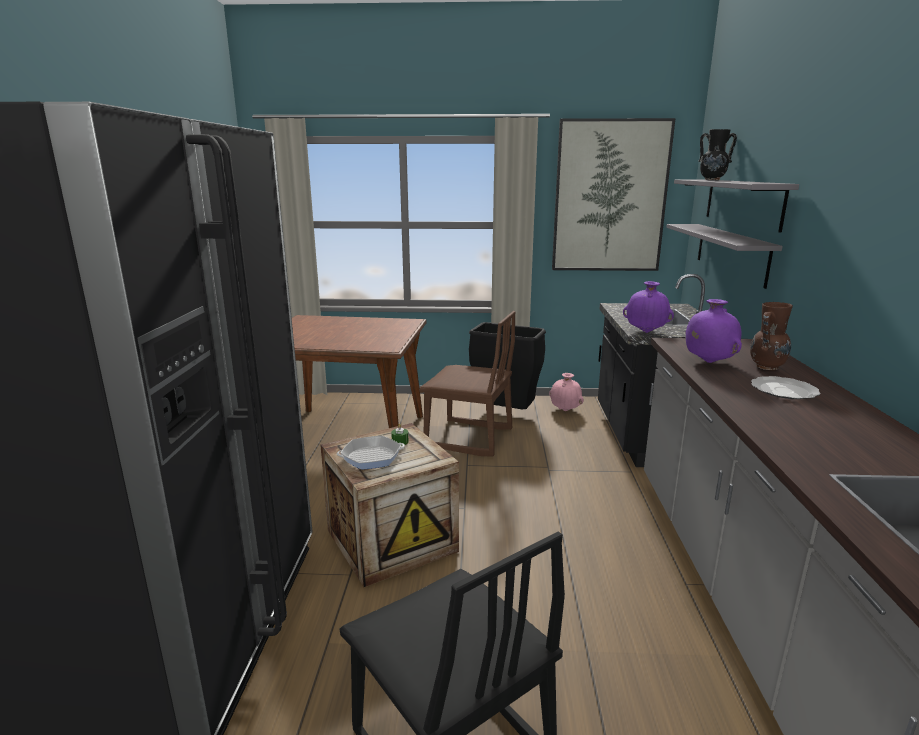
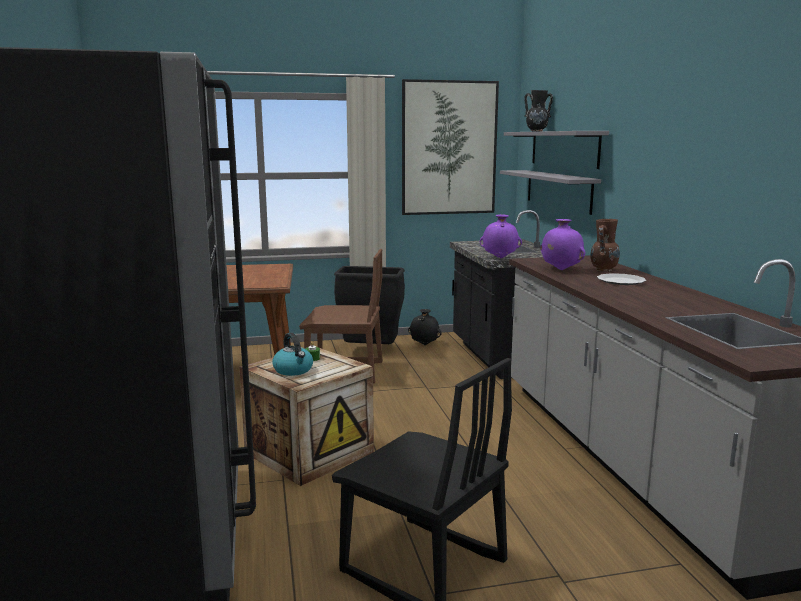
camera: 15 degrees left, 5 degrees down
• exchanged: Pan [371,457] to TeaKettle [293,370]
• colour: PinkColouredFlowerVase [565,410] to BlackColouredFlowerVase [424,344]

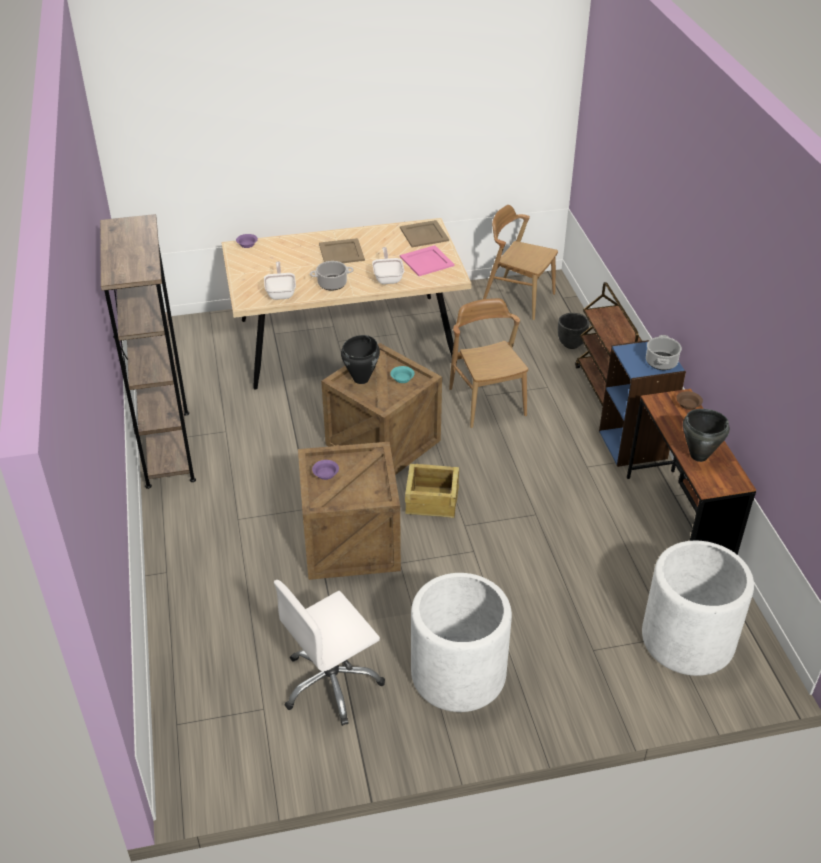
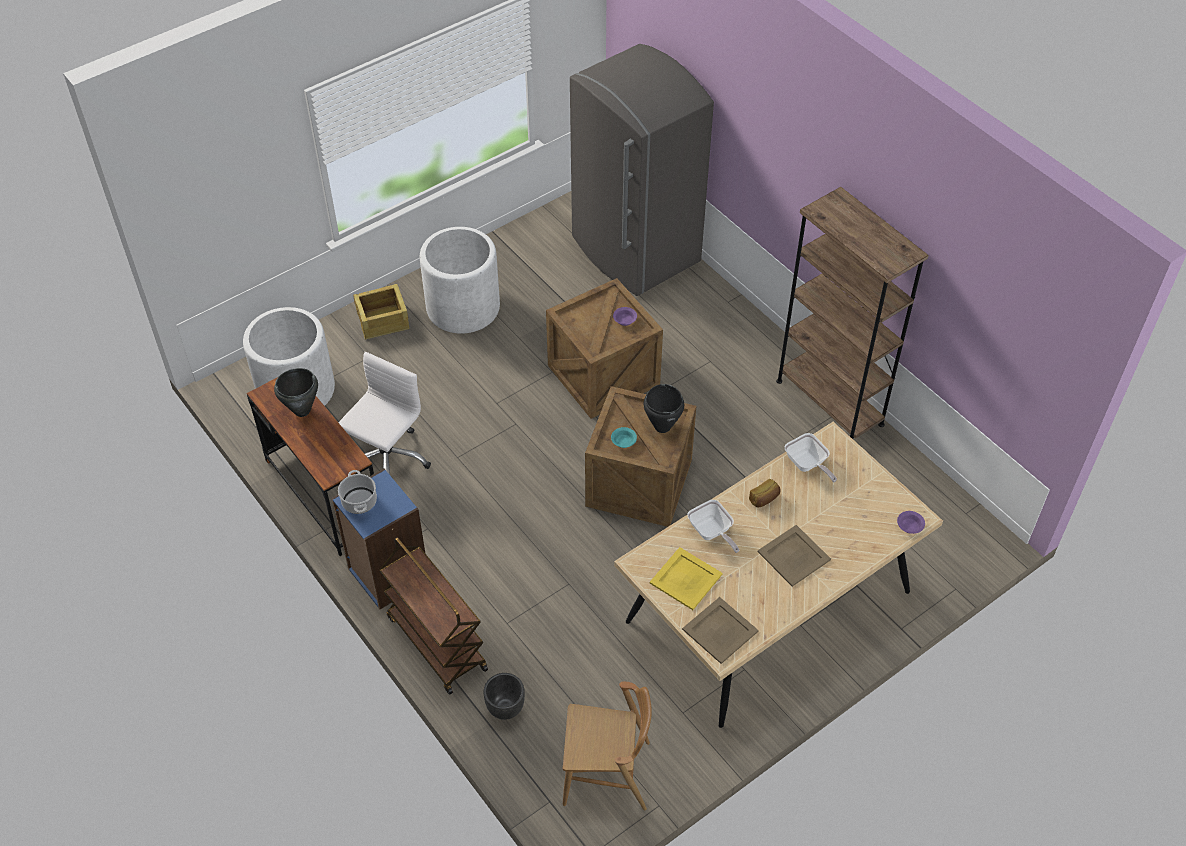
camera: 155 degrees right, 10 degrees up
• missing: BrownishUprightChair [487,402]
• missing: BrownishBowl [687,405]
• appeared: GreyishRefrigerator [634,251]
• relocated: WhiteColouredComputerChair [331,683] to [387,459]
• relocated: PackingCrate [431,500] to [383,321]
• exchanged: CookingPot [332,284] to BakeryBread [764,499]
• colour: PinkColouredTray [426,261] to YellowColouredTray [686,578]

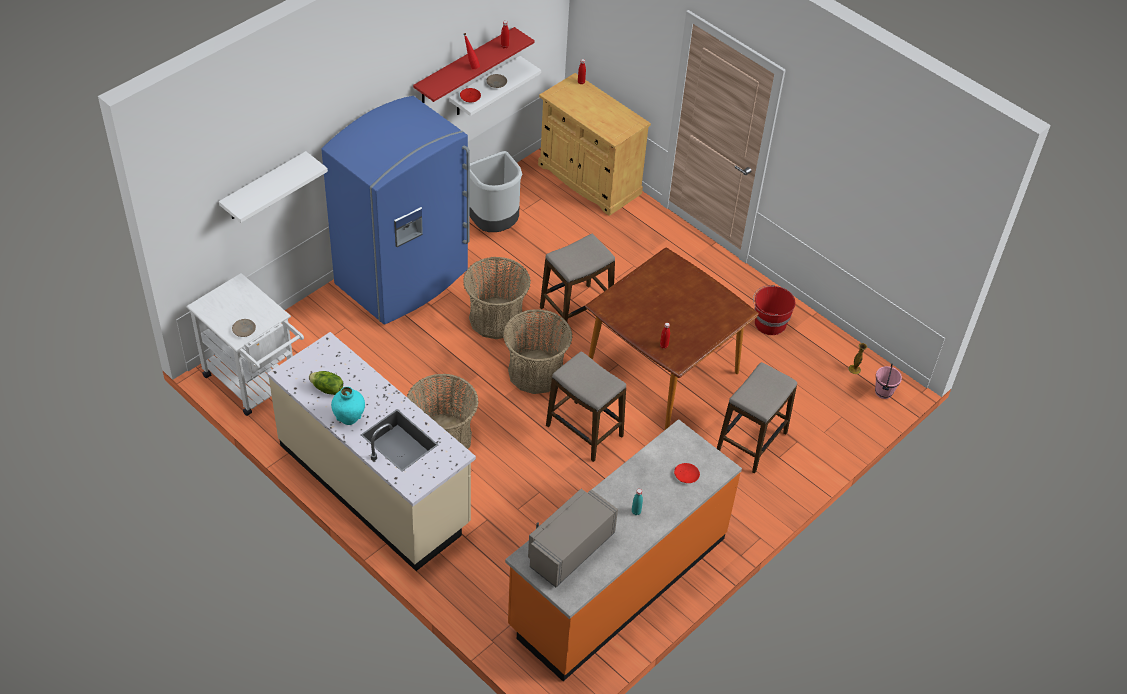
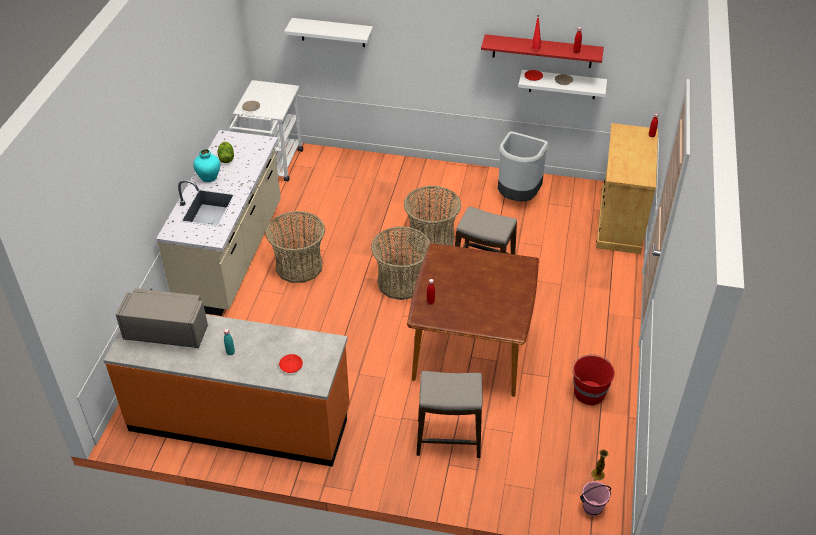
camera: 60 degrees right, 5 degrees down
• missing: BlueColouredRefrigerator [403,279]
• missing: SittingStool [584,431]

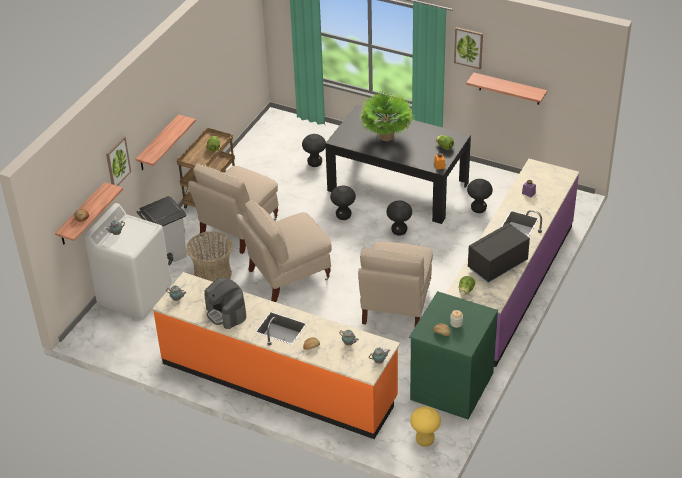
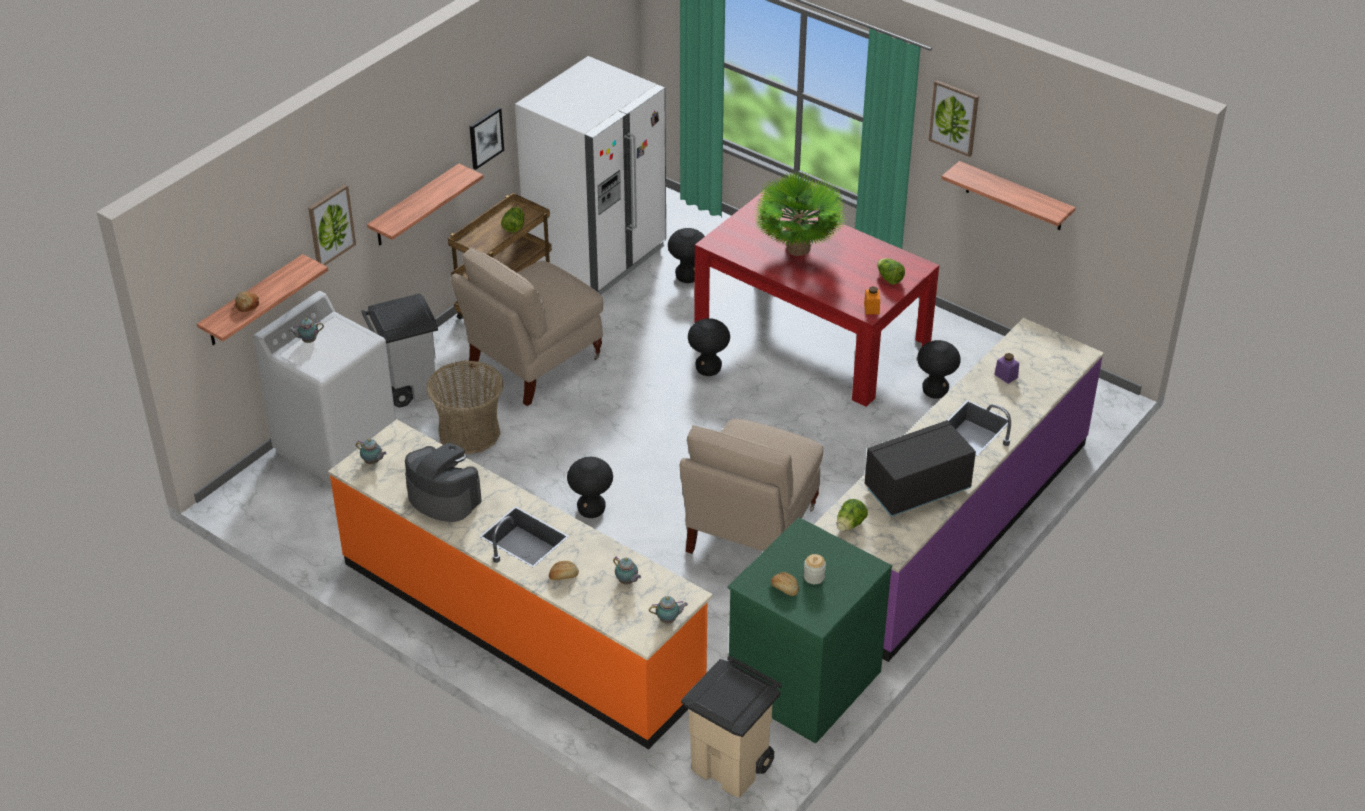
camera: 10 degrees right, 0 degrees up
• missing: SandColouredUprightChair [287,275]
• appeared: WallArt [485,137]
• appeared: WhiteColouredRefrigerator [596,256]
• relocated: BlackColouredSittingStool [399,231] to [591,510]
• exchanged: YellowColouredSittingStool [425,440] to SandColouredTrashCan [732,766]
• colour: BlackColouredDiningTable [398,187] to ReddishDiningTable [812,335]
• spun: CoffeeMaker [226,313] = [443,498] 150 degrees clockwise

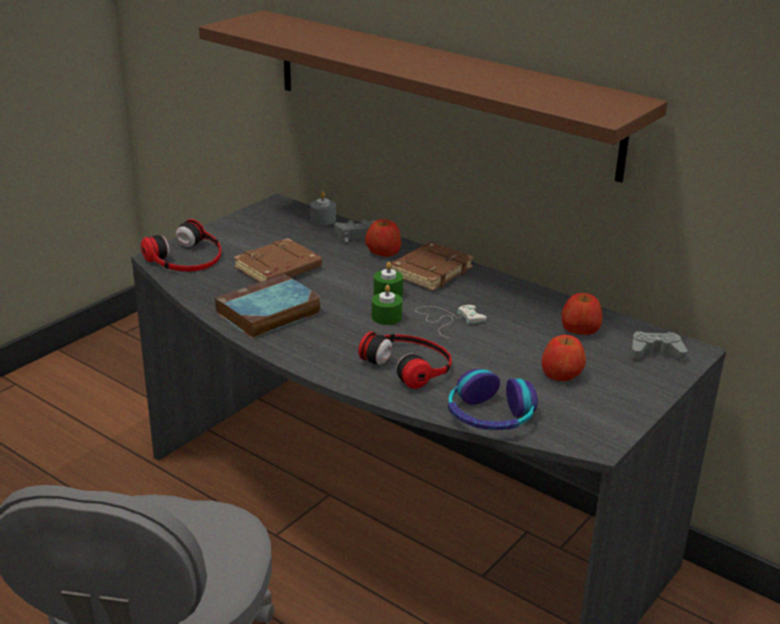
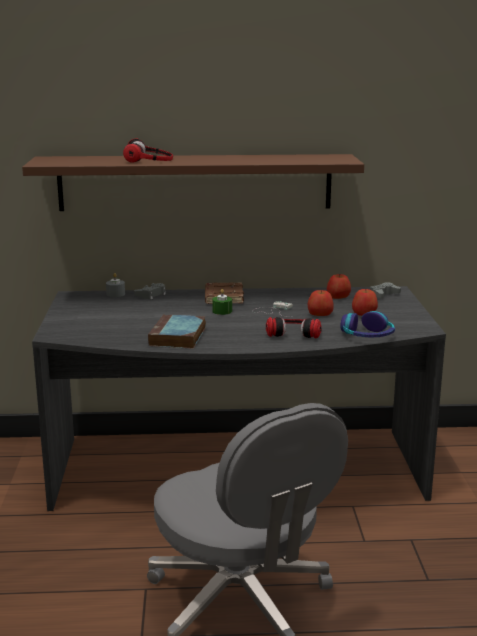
camera: 40 degrees left, 10 degrees down
• missing: BrownishVolume [278,269]
• missing: GreenColouredCandle [386,317]
• relocated: Headphones [186,257] to [149,159]
• relocated: Apple [383,252] to [320,314]

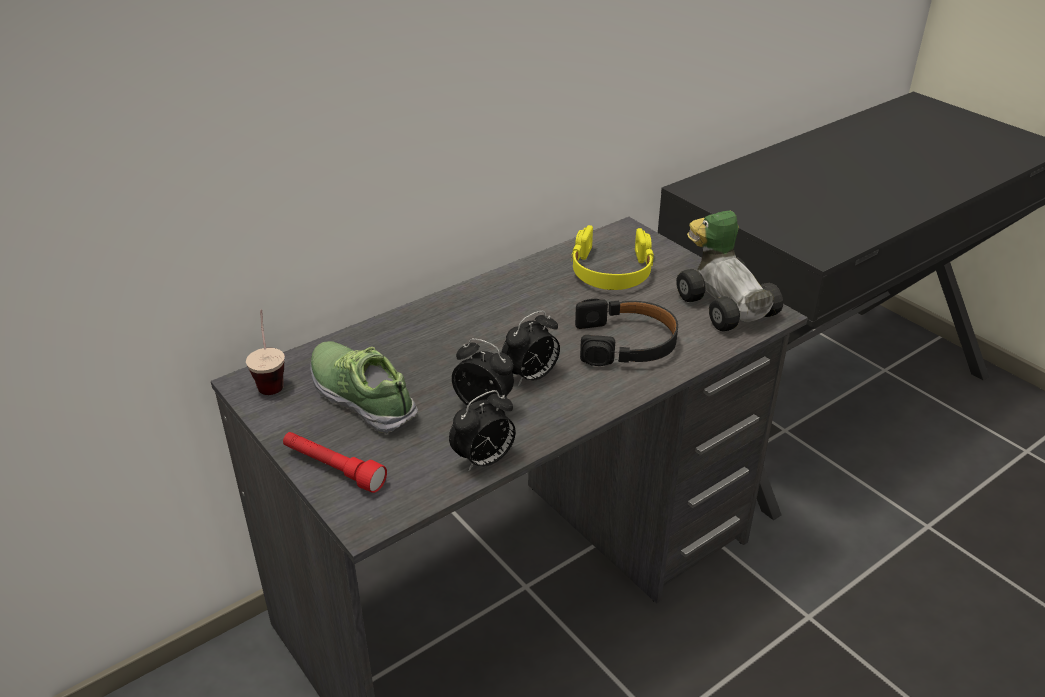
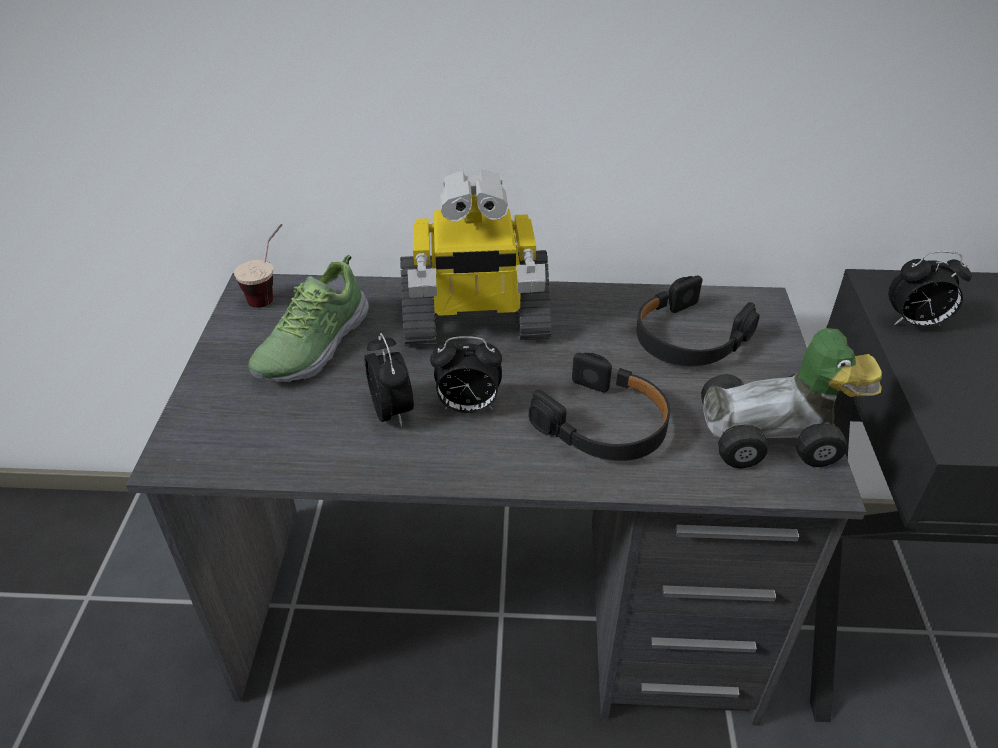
camera: 40 degrees right, 5 degrees up
• missing: ReddishFlashlight [333,469]
• appeared: RobotFigure [474,322]
• relocated: BedsideClock [484,461] to [914,323]
• colour: YellowColouredHeadphones [611,271] to BlackColouredHeadphones [688,338]
• spun: Shoe [362,396] = [311,345] 150 degrees counterclockwise
• spun: ToyCar [725,303] = [775,438] 75 degrees clockwise

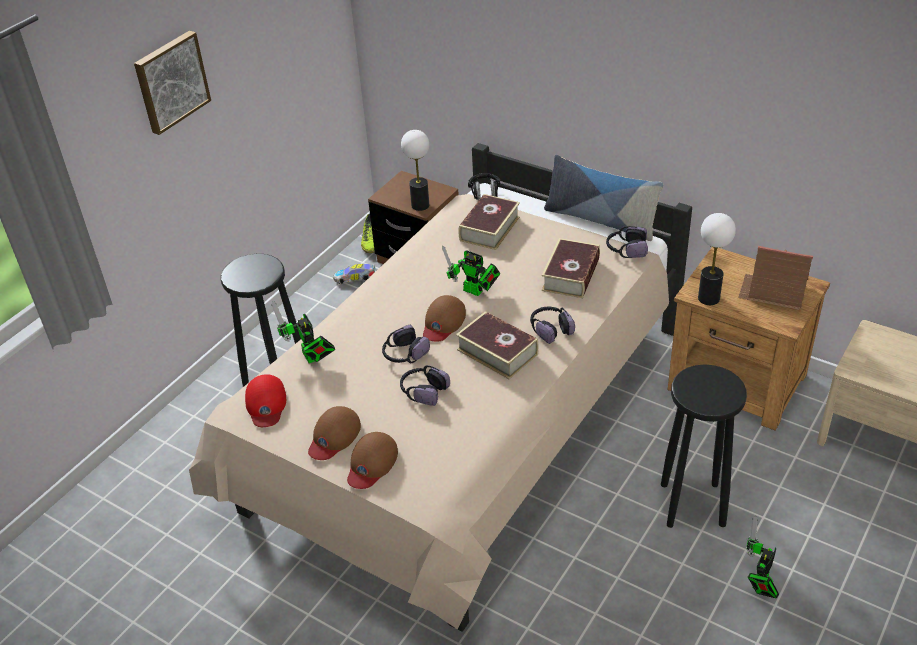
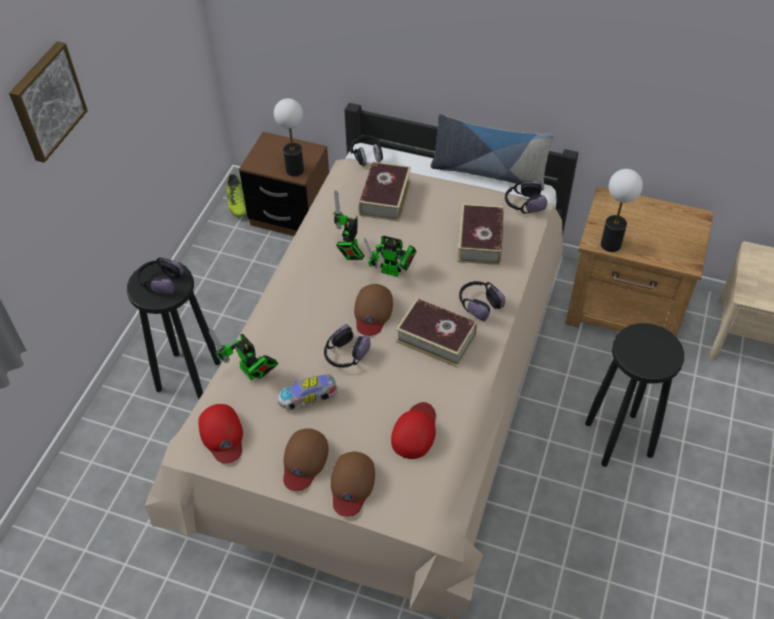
camera: 15 degrees left, 10 degrees up
• missing: ToyHouse [773,292]
• appeared: ReddishBaseballCap [415,432]
• relocated: ToyCar [356,279] to [309,397]
• relocated: Headphones [423,391] to [160,281]
• relocated: RobotFigure [759,585] to [350,253]

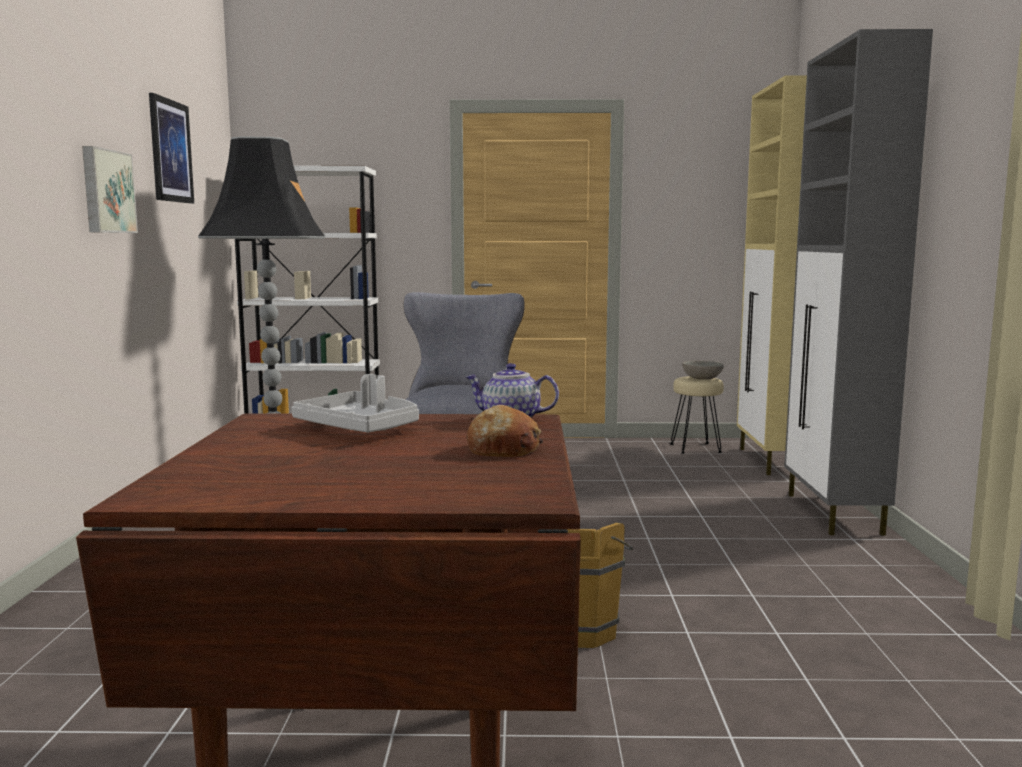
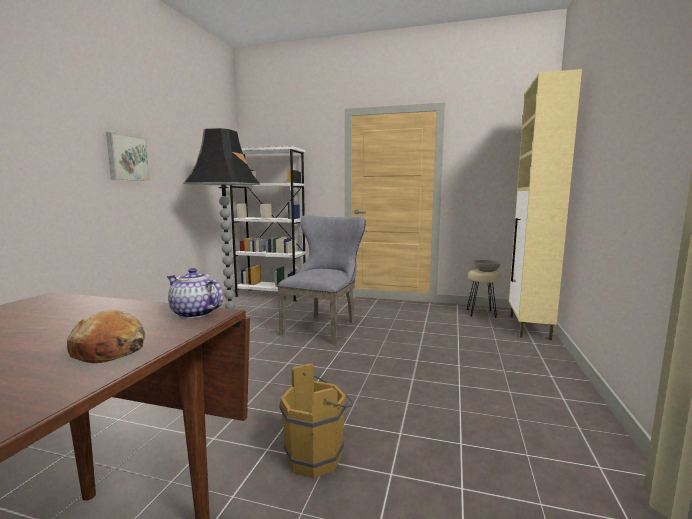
camera: 15 degrees right, 0 degrees up
• missing: WallArt [170,151]
• missing: GreyishTray [360,428]
• missing: GreyishStorageCabinet [833,514]

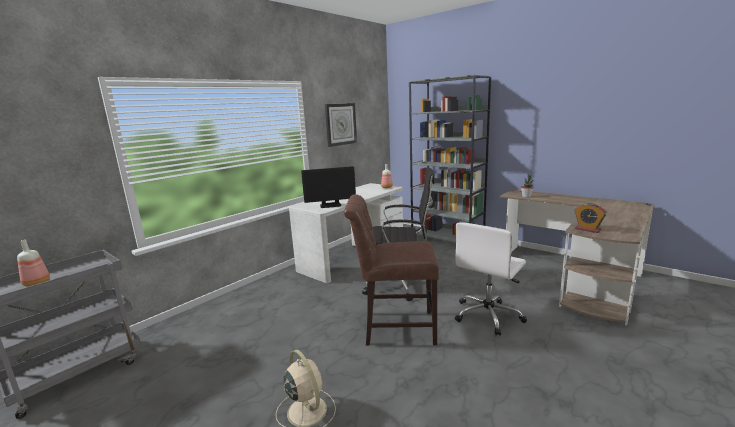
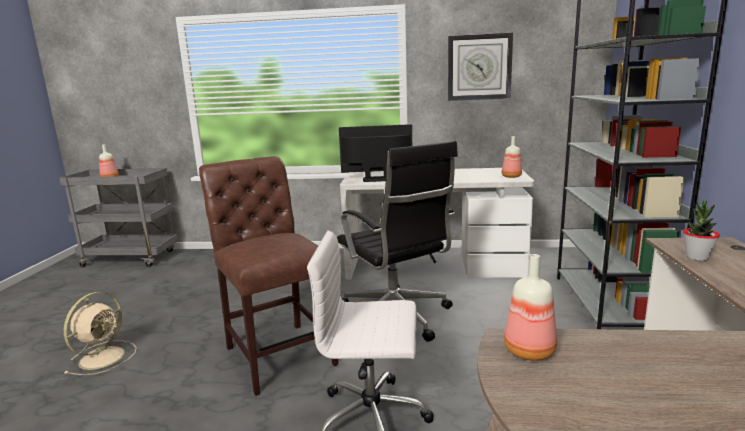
camera: 55 degrees right, 0 degrees up
• exchanged: BedsideClock [588,229] to DrinkBottle [530,352]
• spun: ComputerScreen [330,205] = [377,179] 135 degrees clockwise

